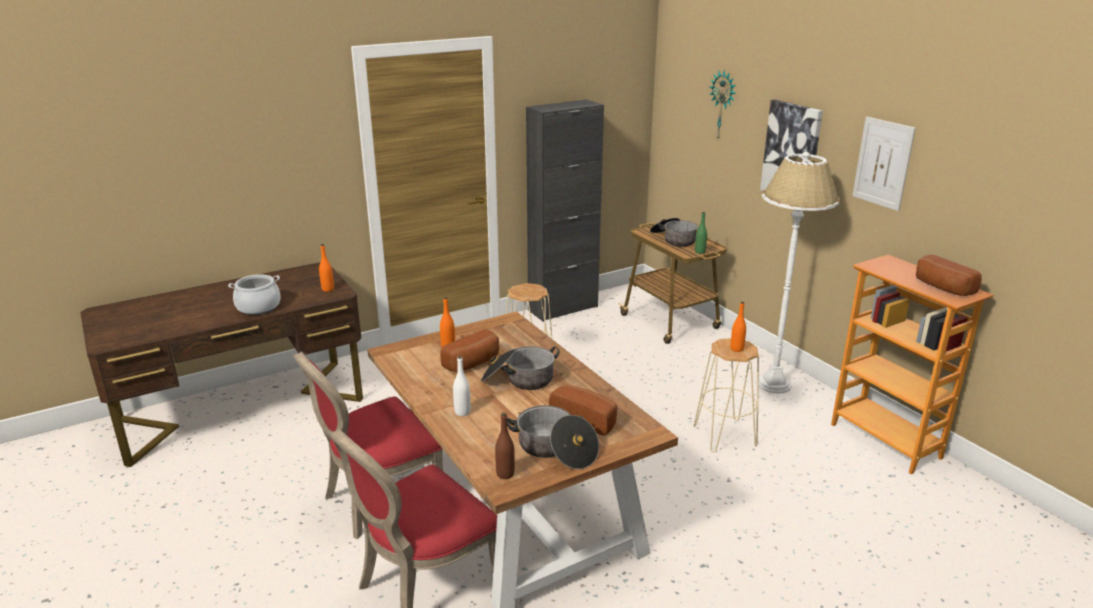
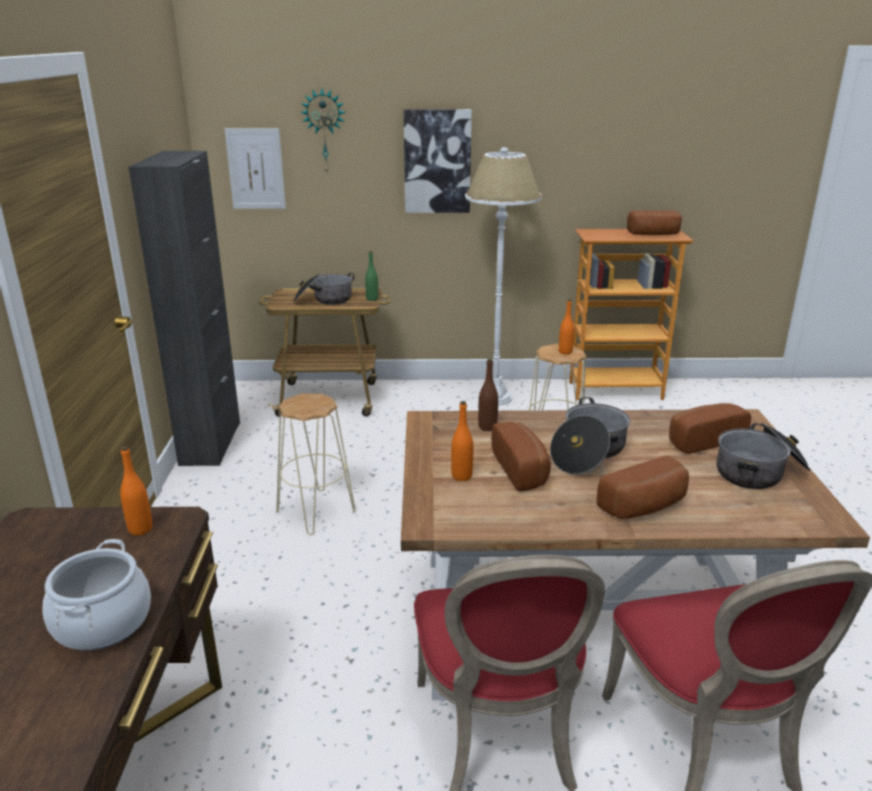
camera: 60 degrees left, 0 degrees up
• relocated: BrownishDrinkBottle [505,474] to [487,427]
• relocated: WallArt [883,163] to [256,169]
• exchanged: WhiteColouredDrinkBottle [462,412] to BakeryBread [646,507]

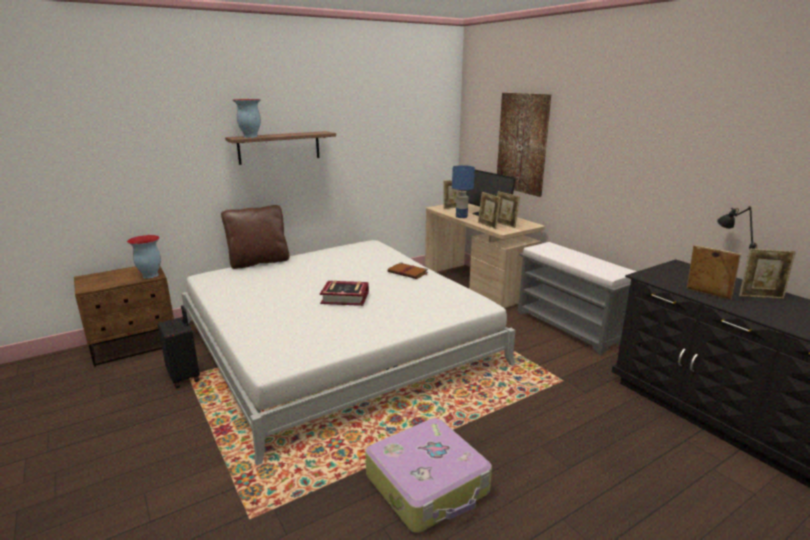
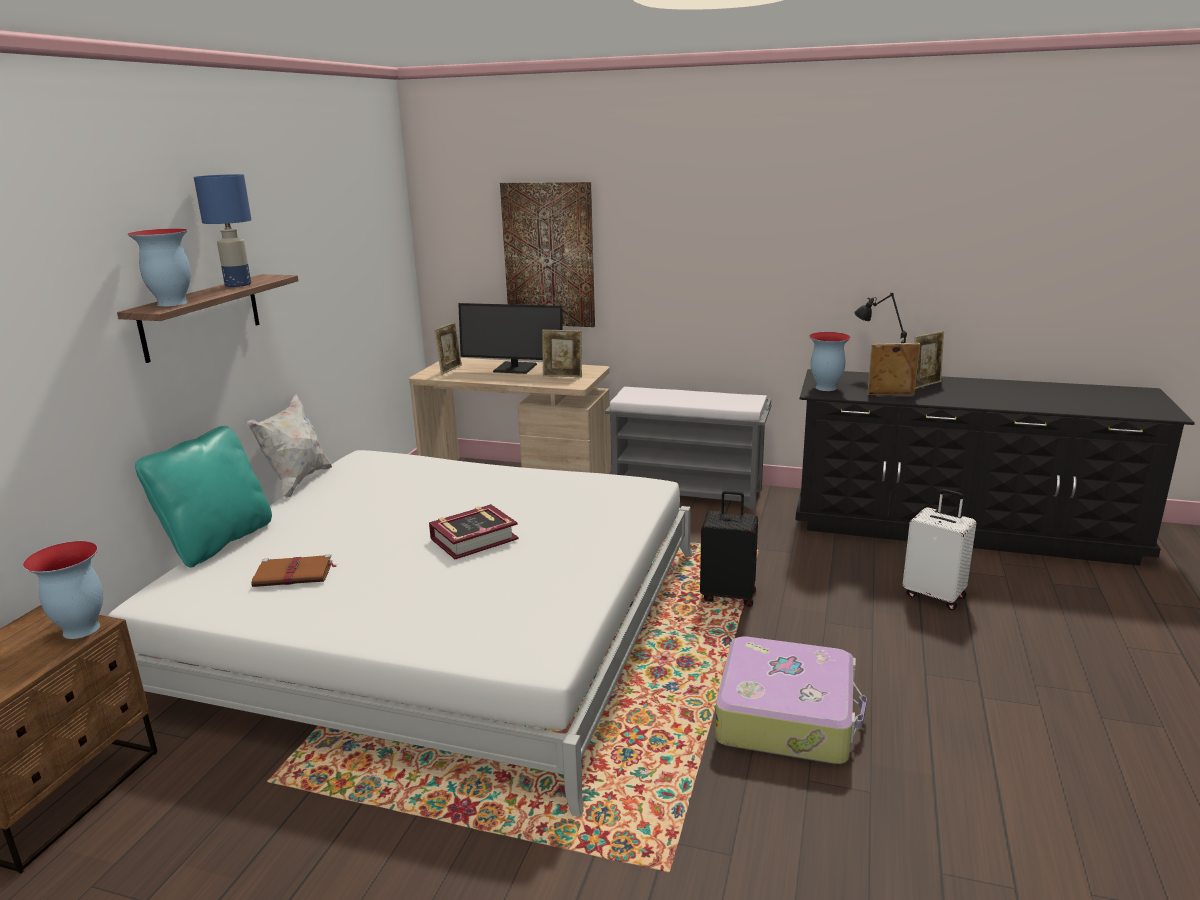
camera: 40 degrees left, 0 degrees up
• missing: PhotoFrame [487,225]
• appeared: WhiteColouredCushion [297,482]
• appeared: FlowerVase [825,388]
• appeared: WhiteColouredSuitcase [934,595]
• relocated: BlackColouredSuitcase [185,377] to [728,595]
• relocated: BrownishVolume [408,272] to [295,574]
• relocated: BlueColouredLampForATable [461,216] to [238,285]
• colour: BrownishCushion [259,262] to TurquoiseCushion [218,542]

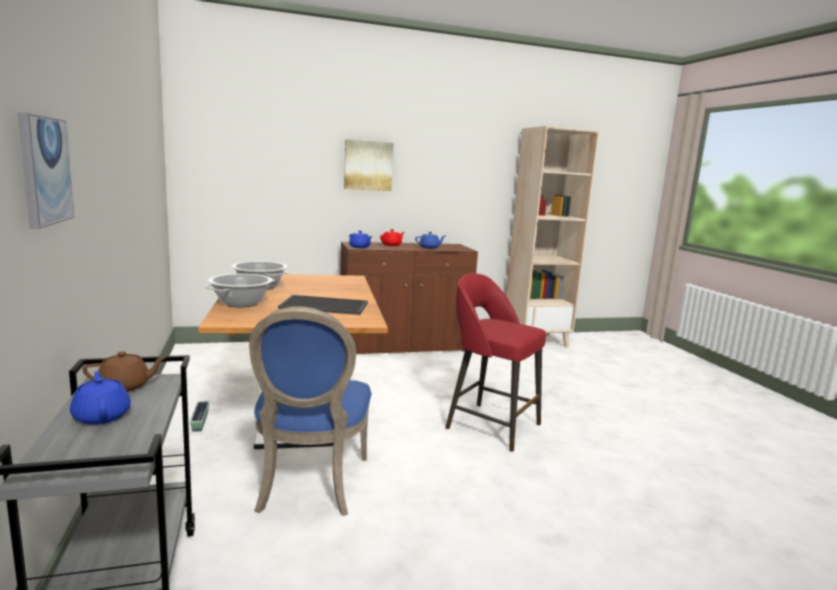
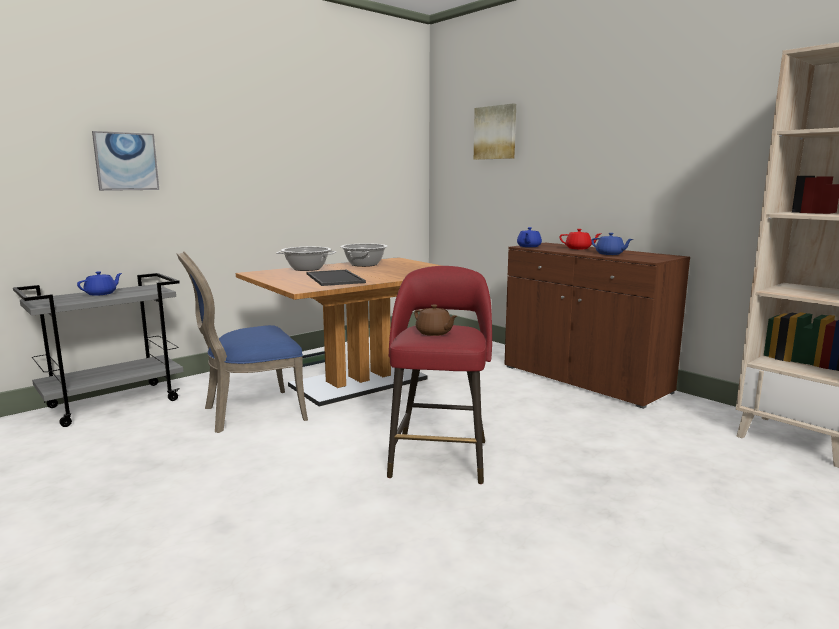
camera: 65 degrees right, 0 degrees up
• relocated: BrownishPotForTea [125,387] to [434,333]
• relocated: WallArt [368,165] to [495,132]

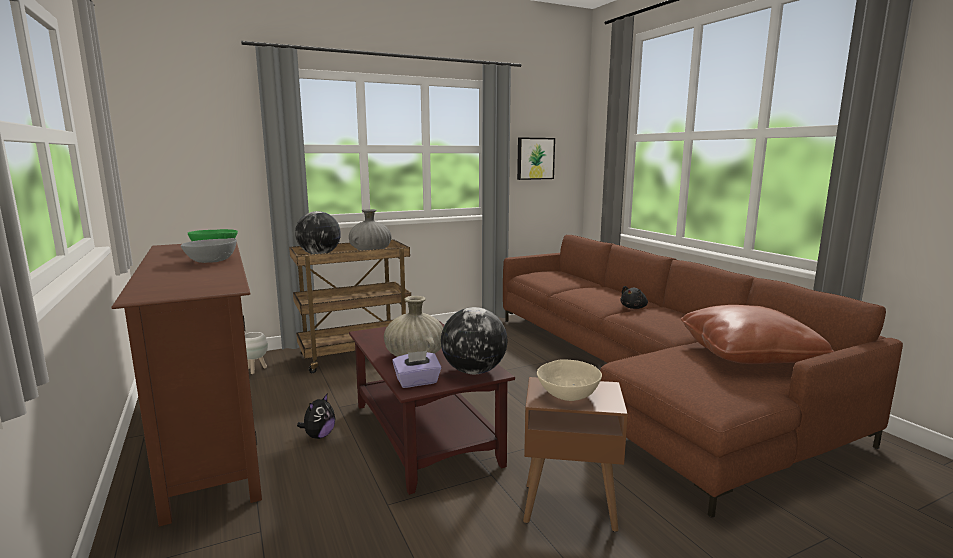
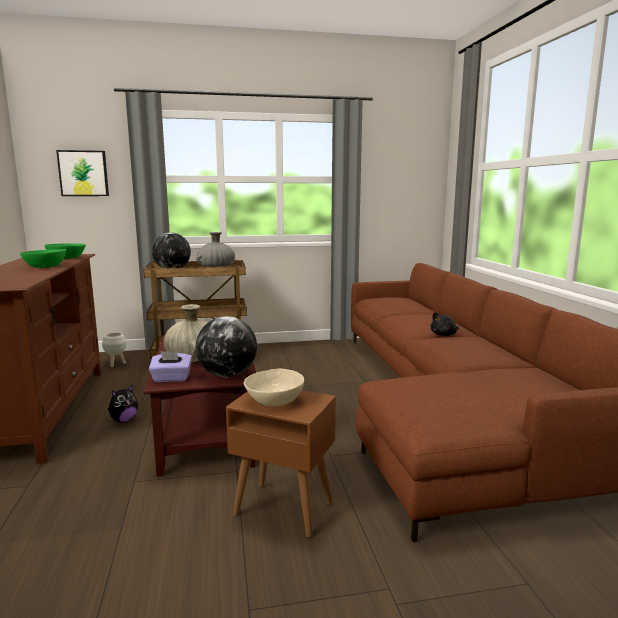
camera: 15 degrees right, 0 degrees up
• missing: BrownishCushion [747,355]
• relocated: WallArt [535,158] to [83,173]
• colour: GreyishBowl [211,261] to GreenColouredBowl [45,267]

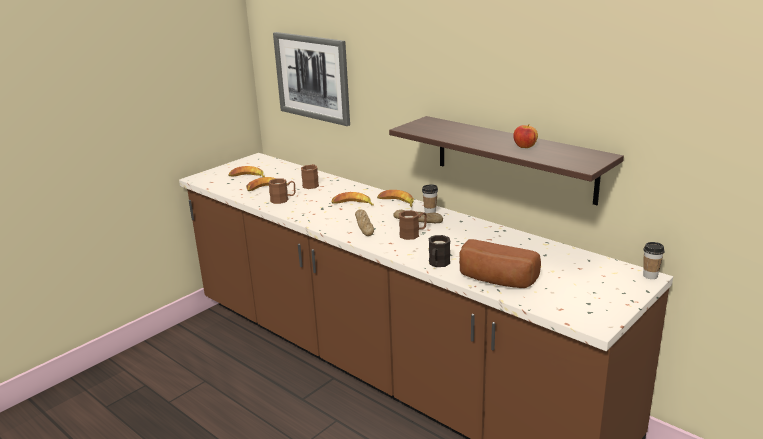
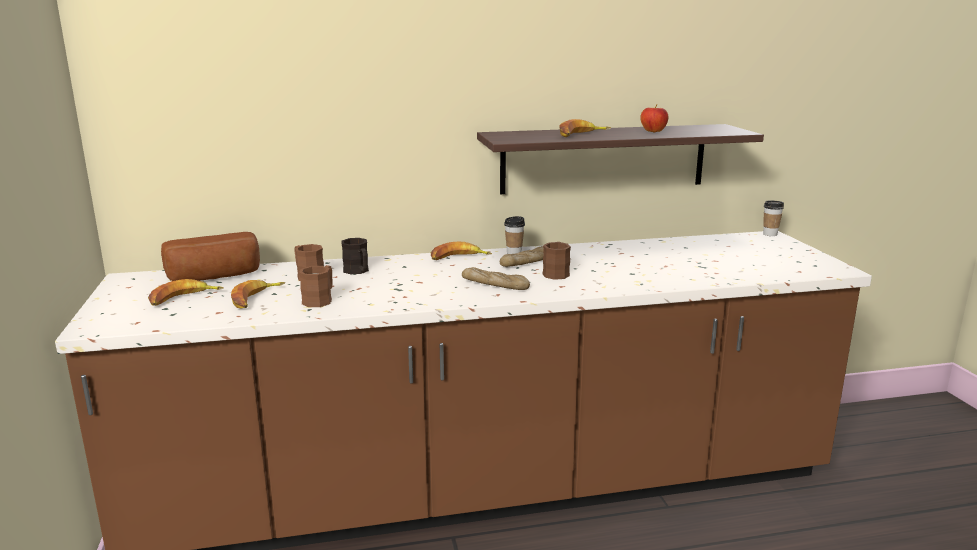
camera: 55 degrees left, 5 degrees down
• missing: WallArt [312,77]
• relocated: WholeBanana [352,204] to [581,135]
• relocated: BlackColouredTeaMug [438,264] to [358,271]
• relocated: BakeryBread [495,280] to [215,277]

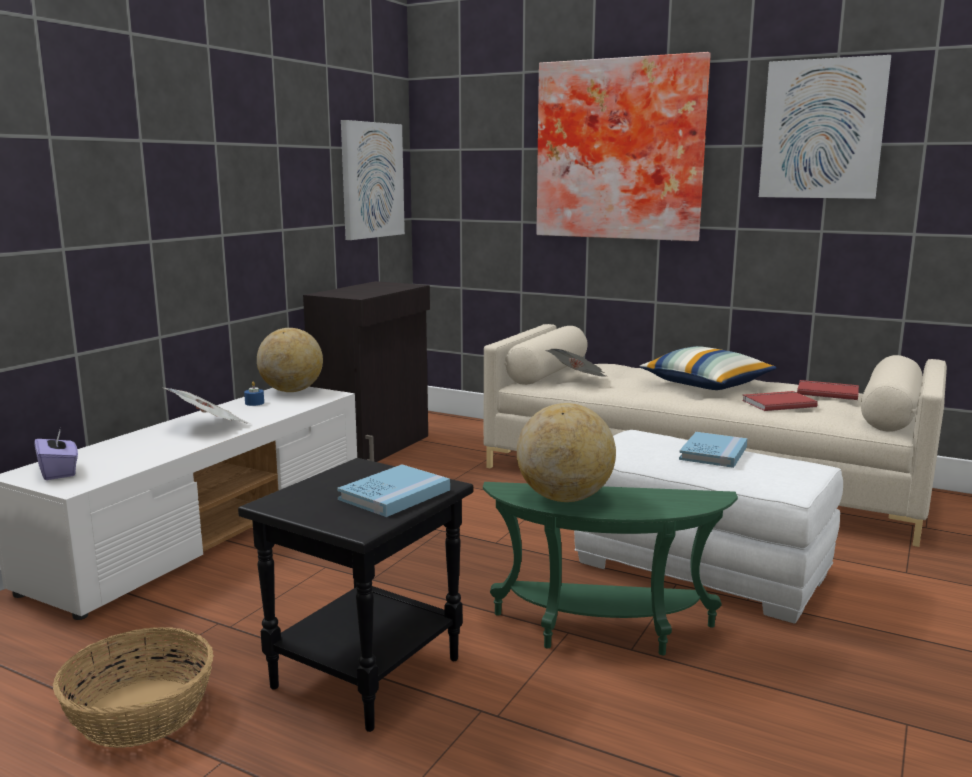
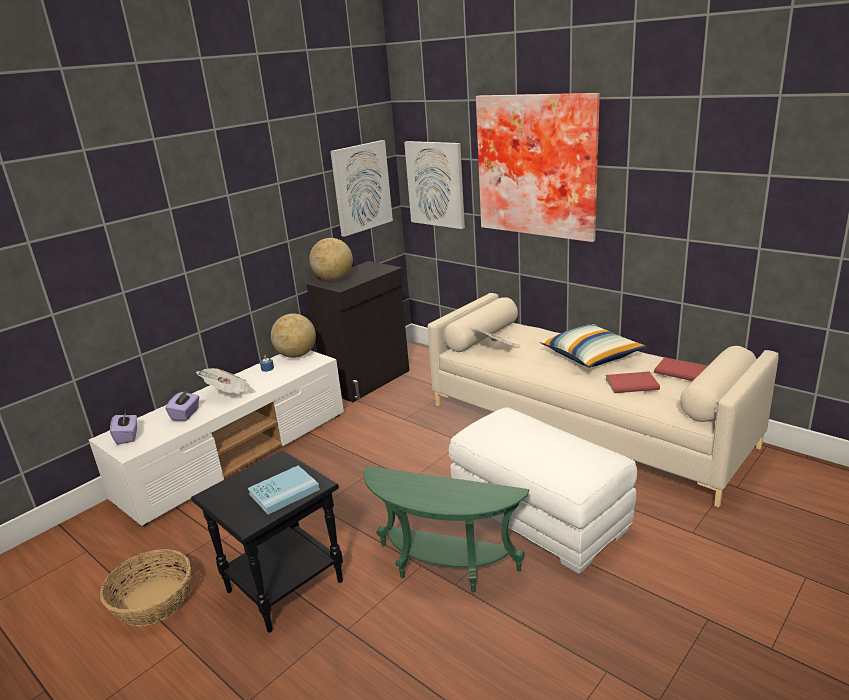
camera: 15 degrees right, 10 degrees up
• missing: BlueColouredVolume [713,453]
• appeared: PurpleColouredTissueHolder [186,414]
• relocated: DeskGlobe [565,498] to [334,280]
• relocated: WallArt [822,129] to [435,184]

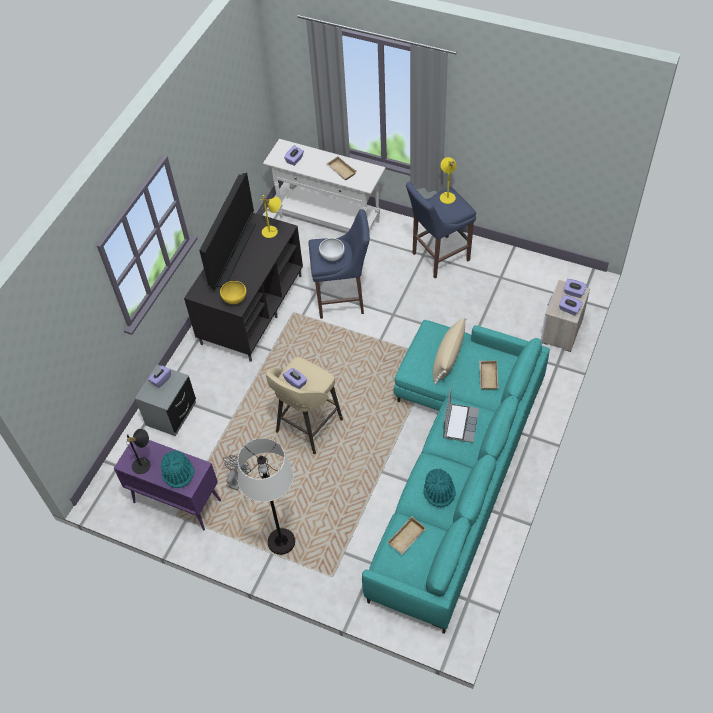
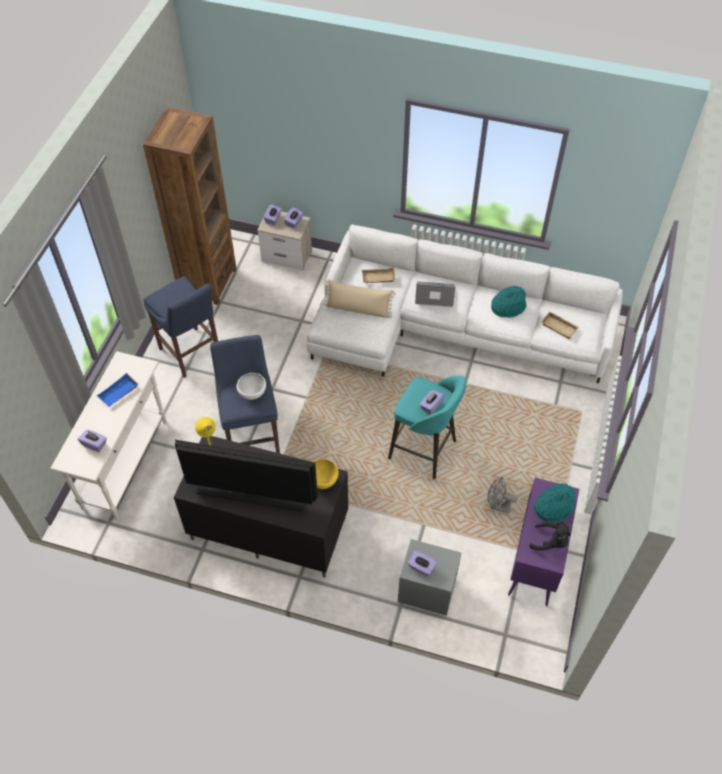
camera: 100 degrees left, 0 degrees up
• missing: WhiteColouredFloorLamp [281,542]
• missing: YellowColouredLampForATable [447,195]
• appeared: BrownishBookcase [207,282]
• exchanged: BlackColouredLampForATable [144,463] to BlackColouredPlushToy [550,542]
• colour: SandColouredSittingStool [307,427] to TurquoiseSittingStool [424,451]
• colour: SandColouredTray [340,170] to BlueColouredTray [119,393]
• colour: TurquoiseCouch [453,466] to WhiteColouredCouch [449,329]

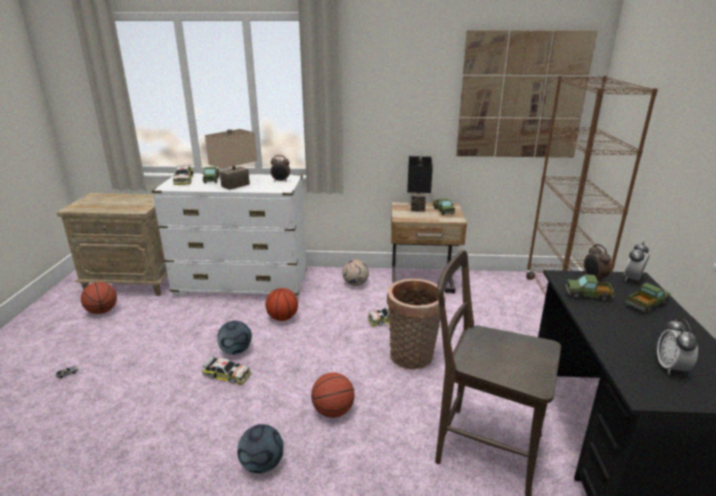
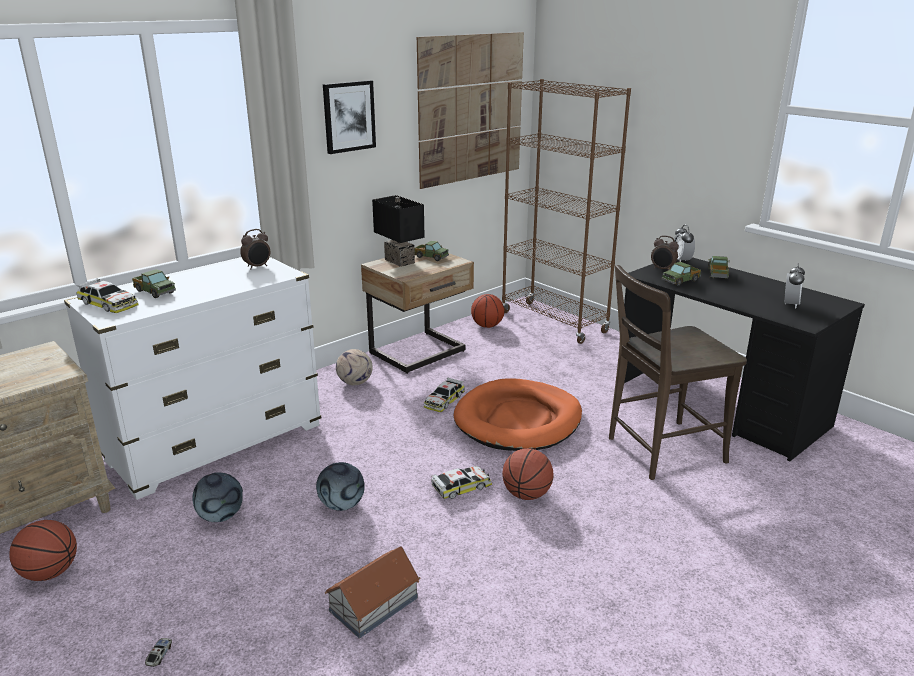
camera: 45 degrees left, 0 degrees up
• missing: SandColouredLampForATable [236,185]
• appeared: WallArt [349,116]
• appeared: ToyHouse [372,604]
• relocated: ToyCar [227,375] to [461,487]
• relocated: BallForFootball [262,464] to [220,516]
• relocated: BasketballBall [282,318] to [487,326]
• exchanged: Basket [412,358] to OrangeyDogCushion [518,420]
• spun: BedsideClock [670,368] = [790,304] 120 degrees counterclockwise

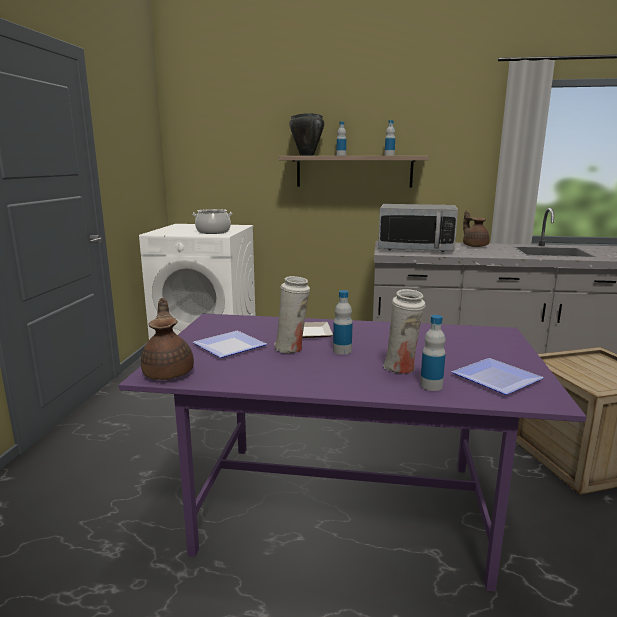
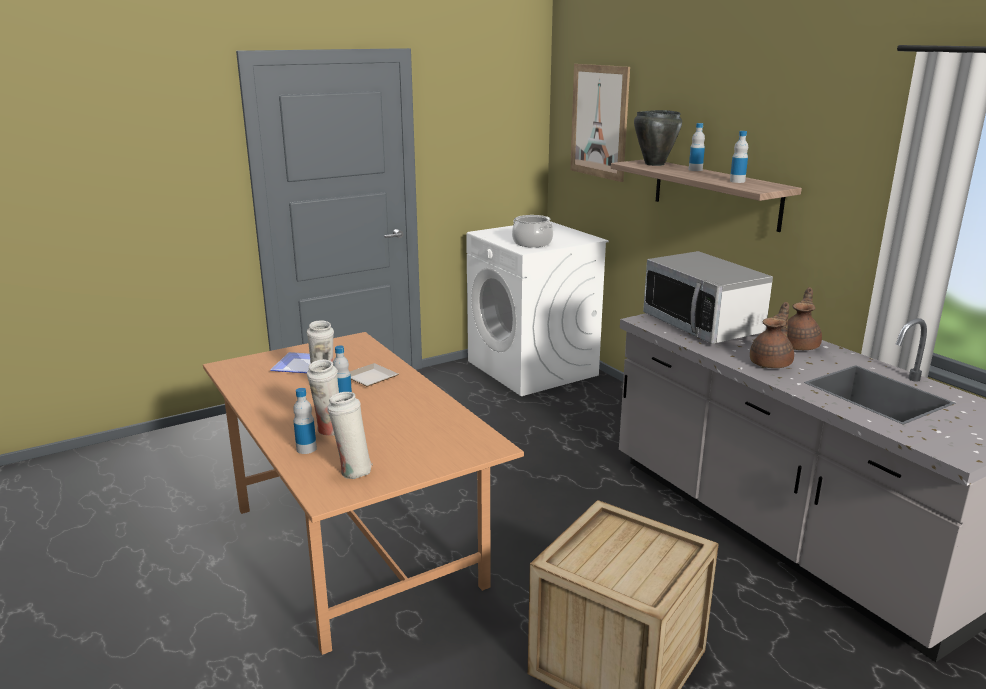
camera: 50 degrees right, 5 degrees up
• appeared: WallArt [599,121]
• relocated: BrownishPotForTea [169,372] to [771,363]
• exchanged: FlatDish [499,379] to WhiteColouredFlowerVase [352,470]
• colour: PurpleColouredDiningTable [340,507] to BrownishDiningTable [353,545]

